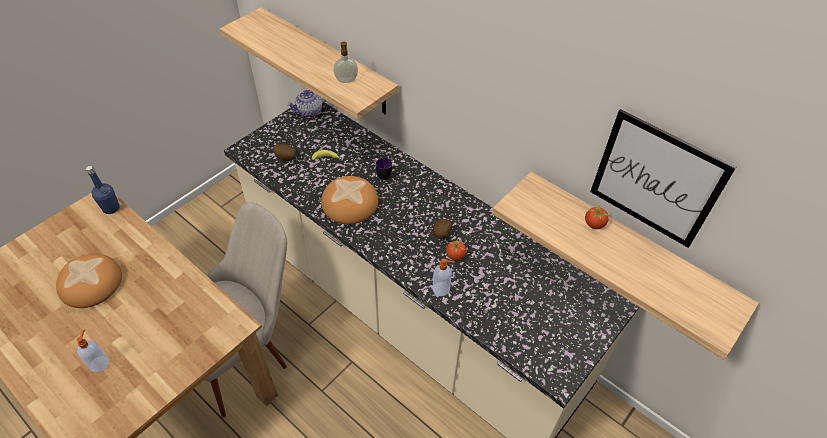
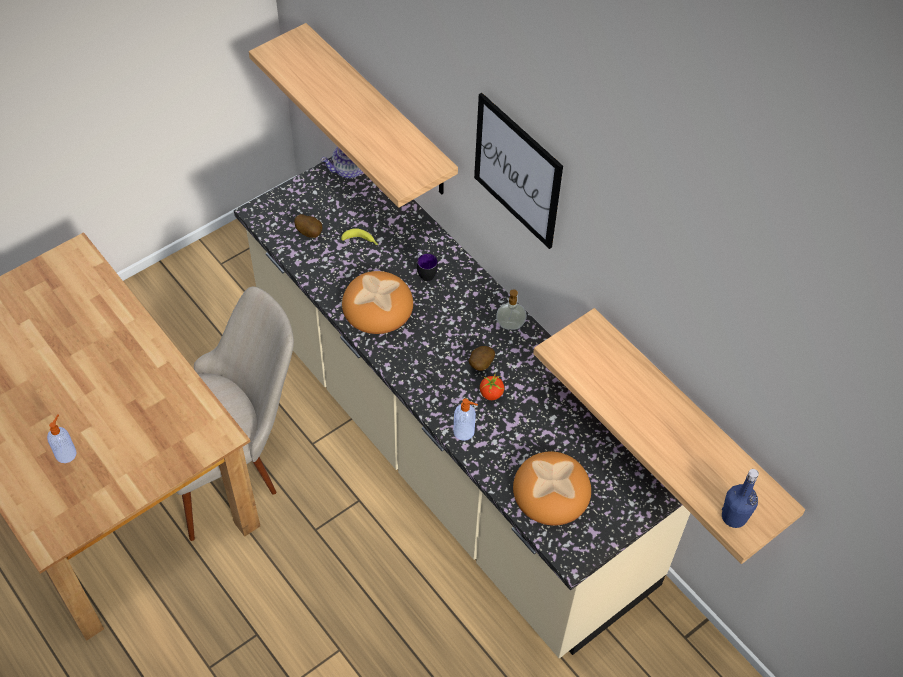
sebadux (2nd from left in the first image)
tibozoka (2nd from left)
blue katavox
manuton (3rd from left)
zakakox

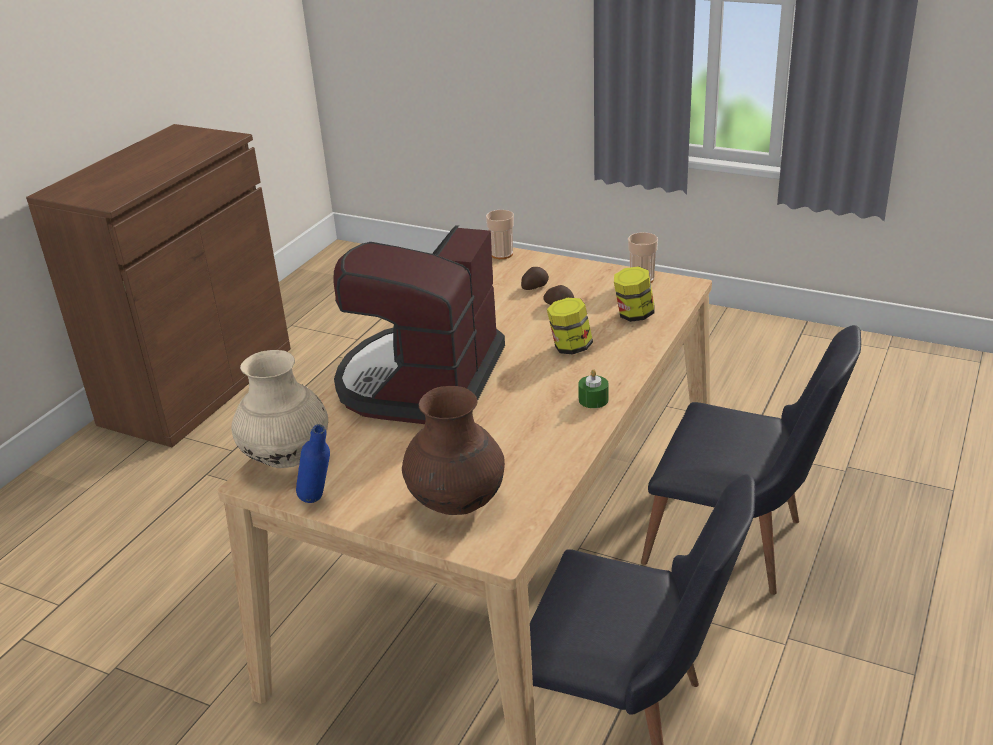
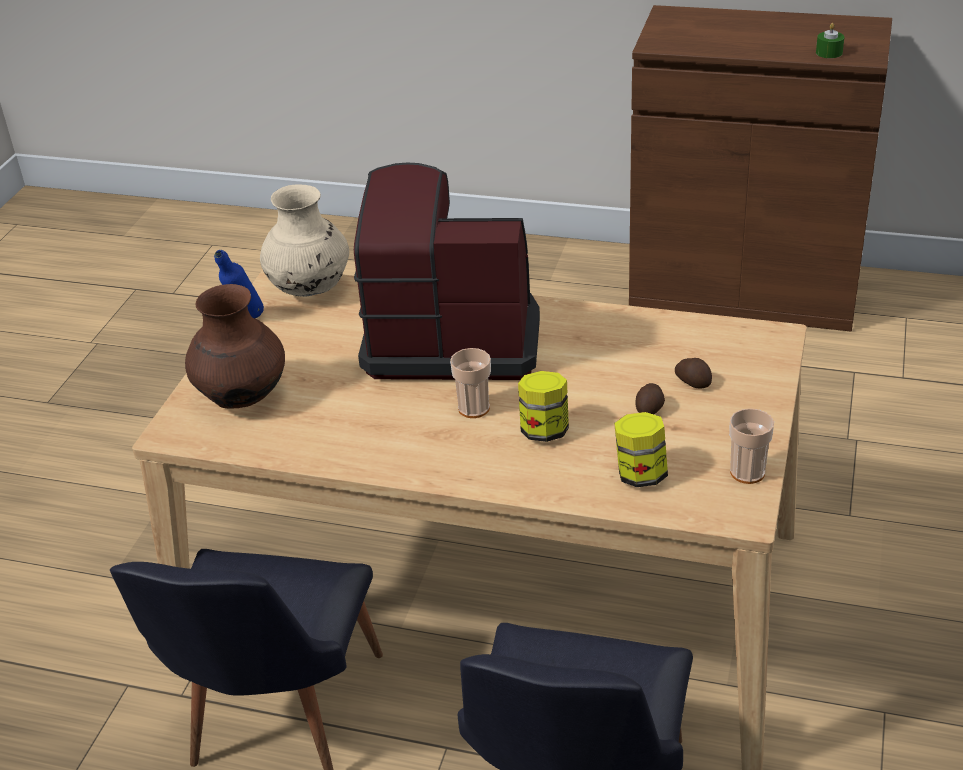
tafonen (1st from left)
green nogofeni

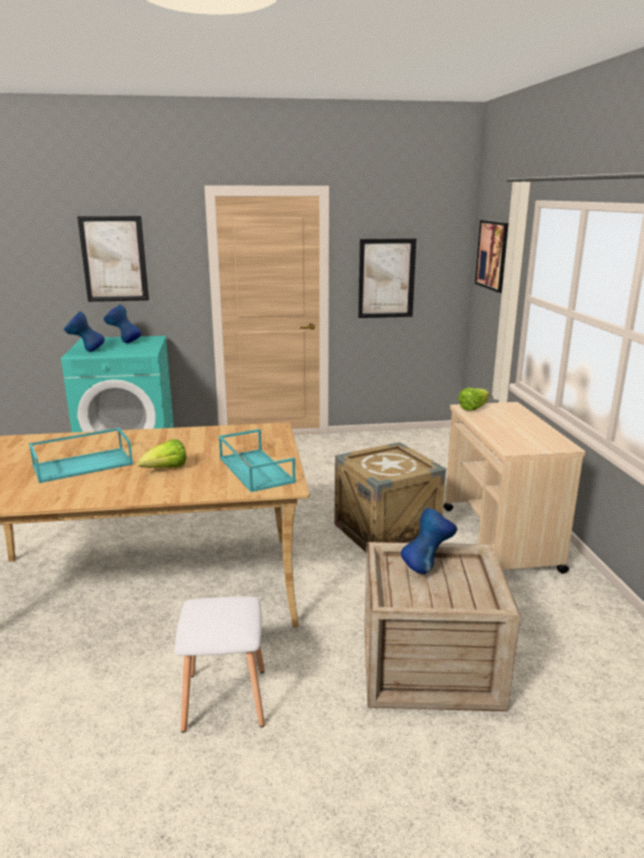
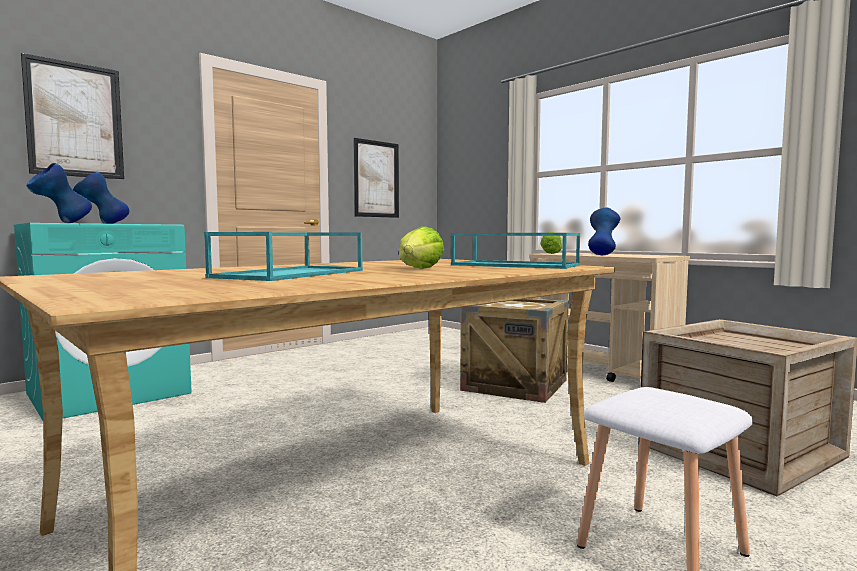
zakakox (3rd from left in the first image)
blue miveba (3rd from left)

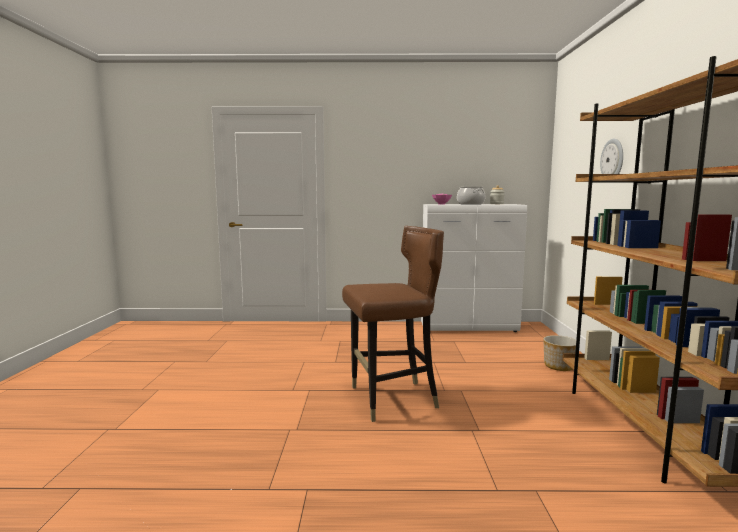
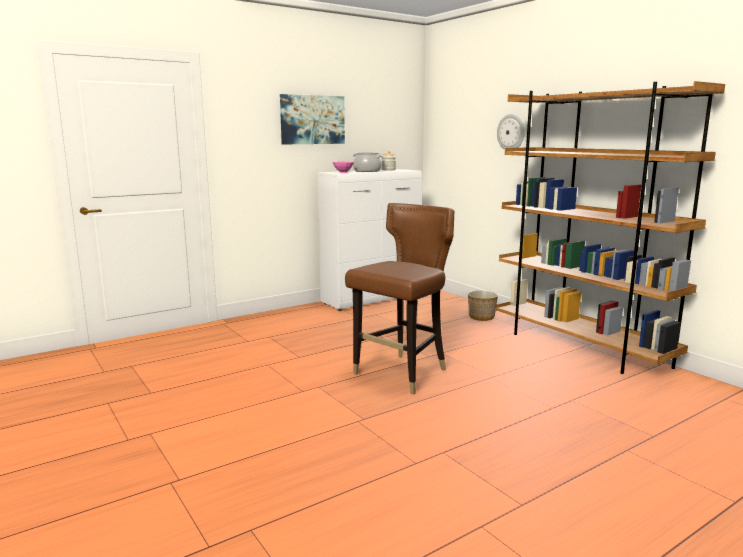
zakakox

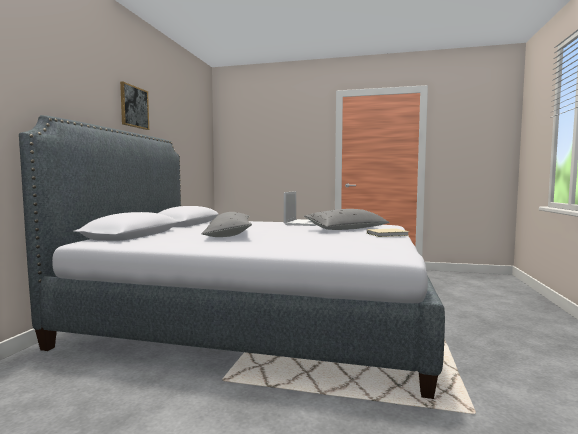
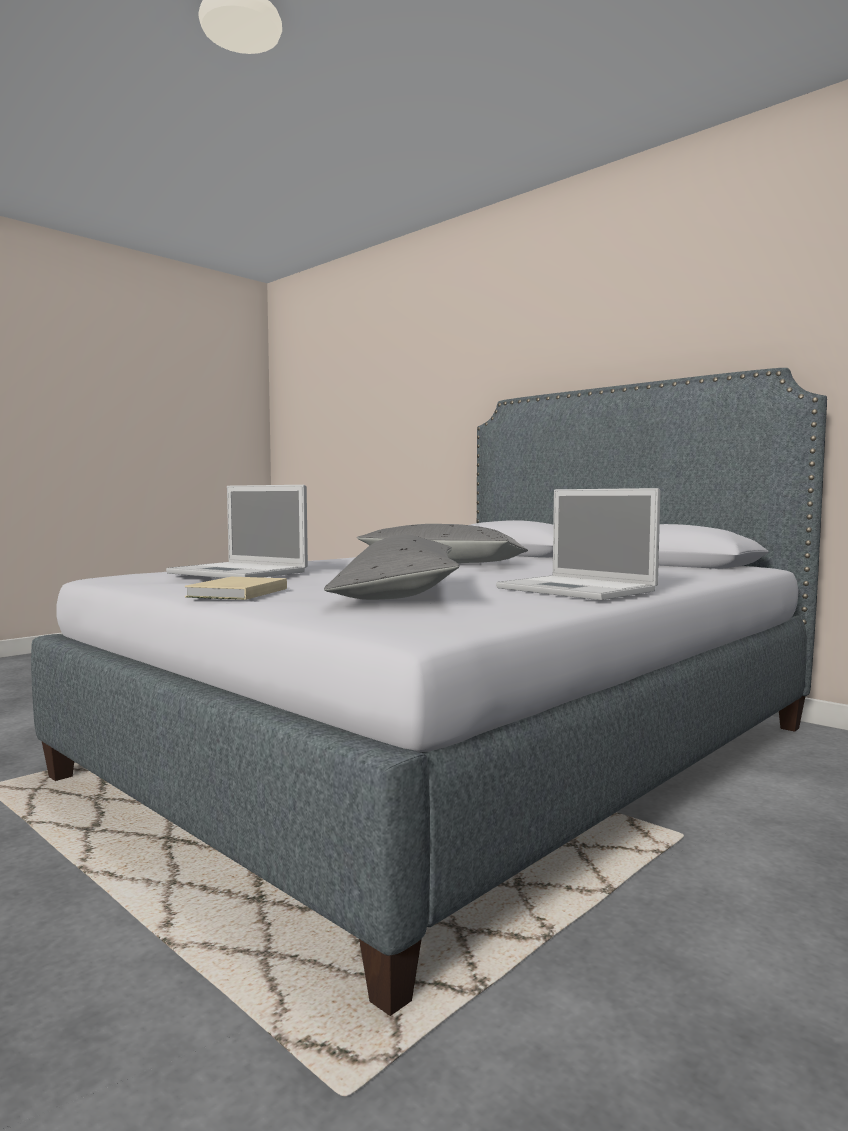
zakakox
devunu (1st from left)

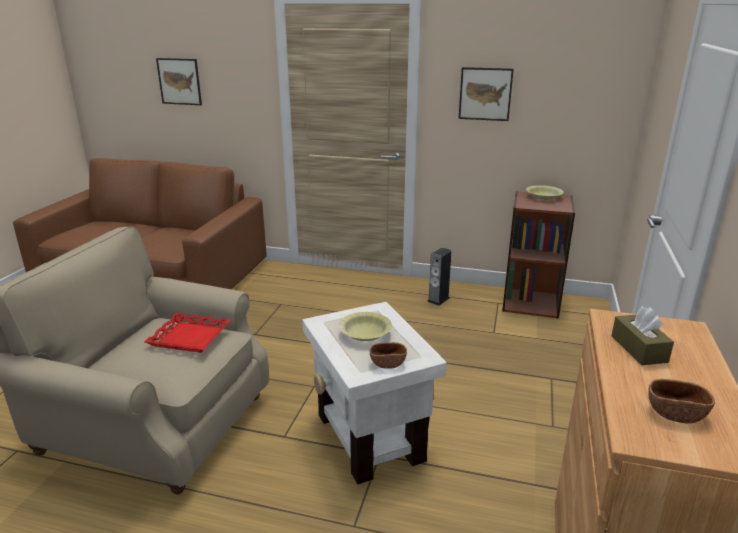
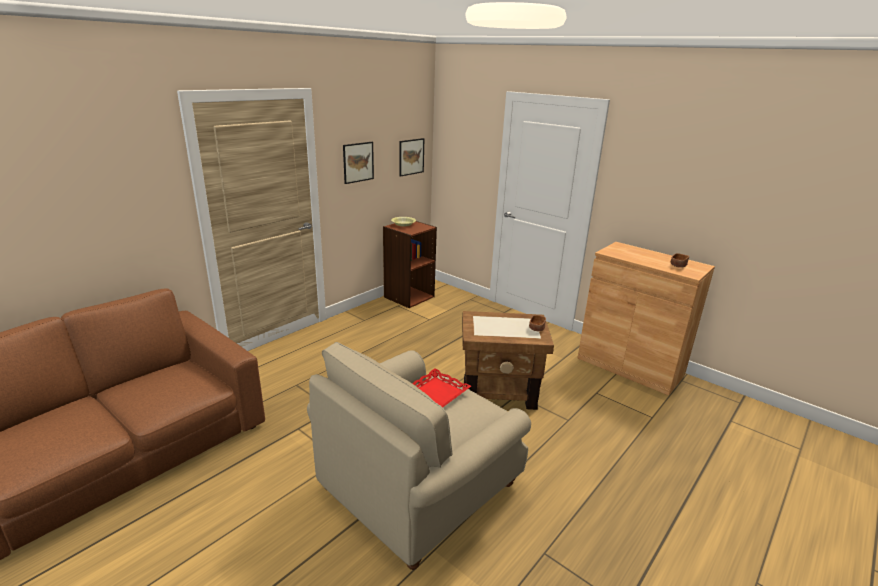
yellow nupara (1st from left in the first image)
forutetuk
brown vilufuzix
zakakox (2nd from left)
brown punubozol

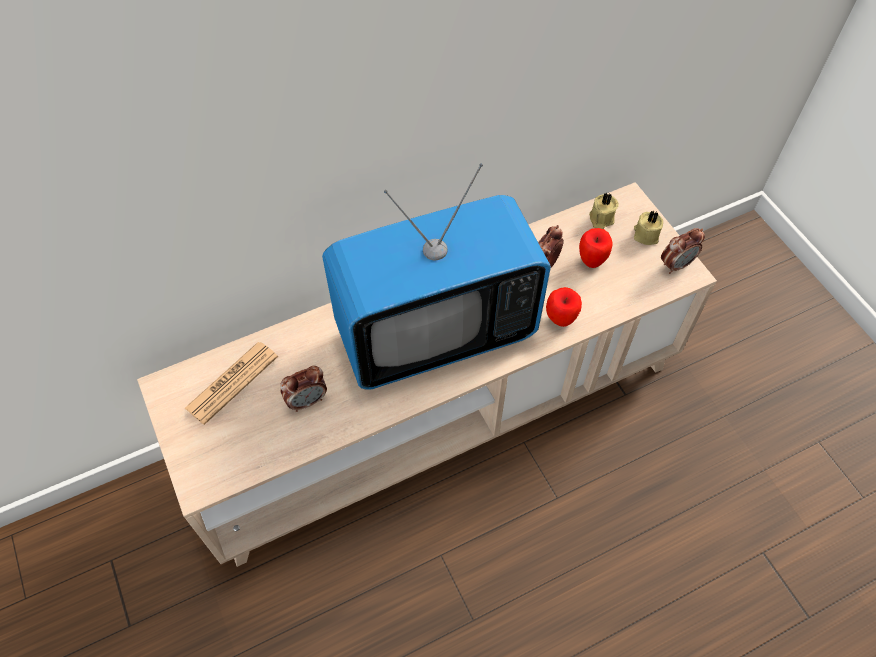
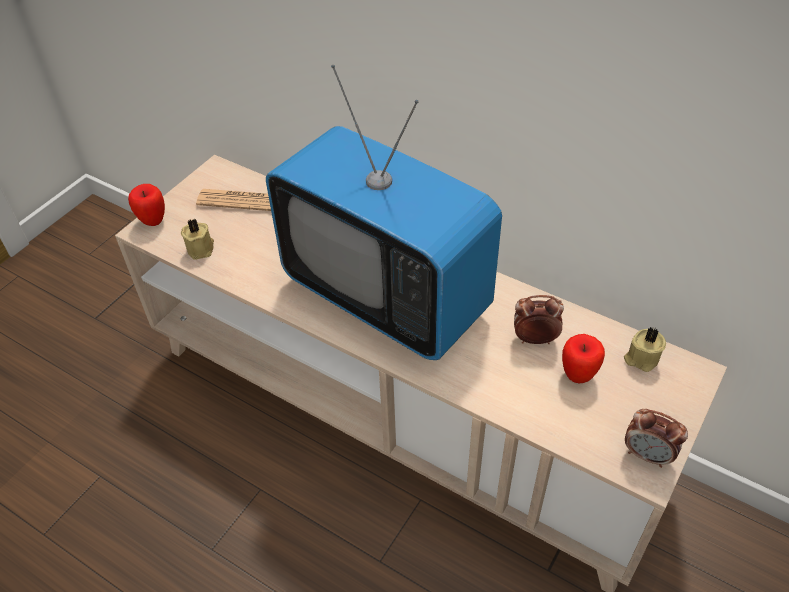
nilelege (1st from left in the first image)
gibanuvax (1st from left)
beige nogofeni (1st from left)

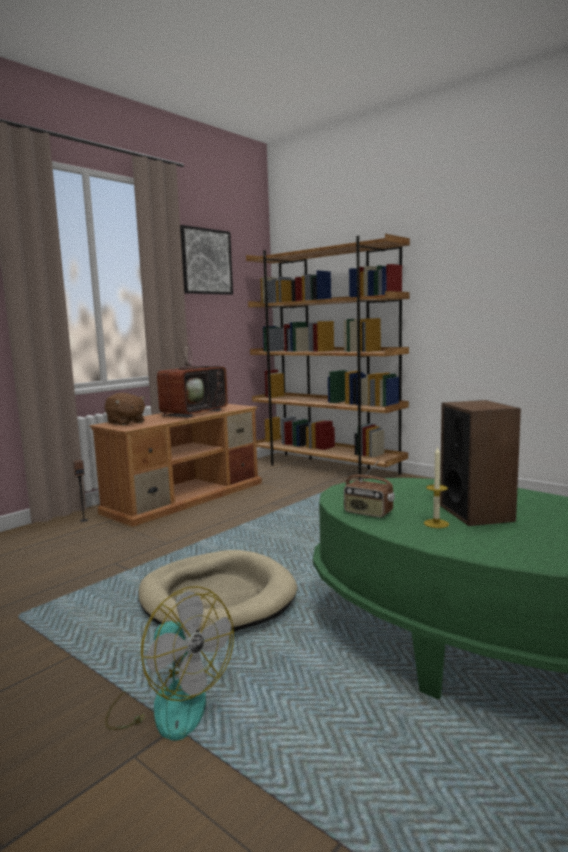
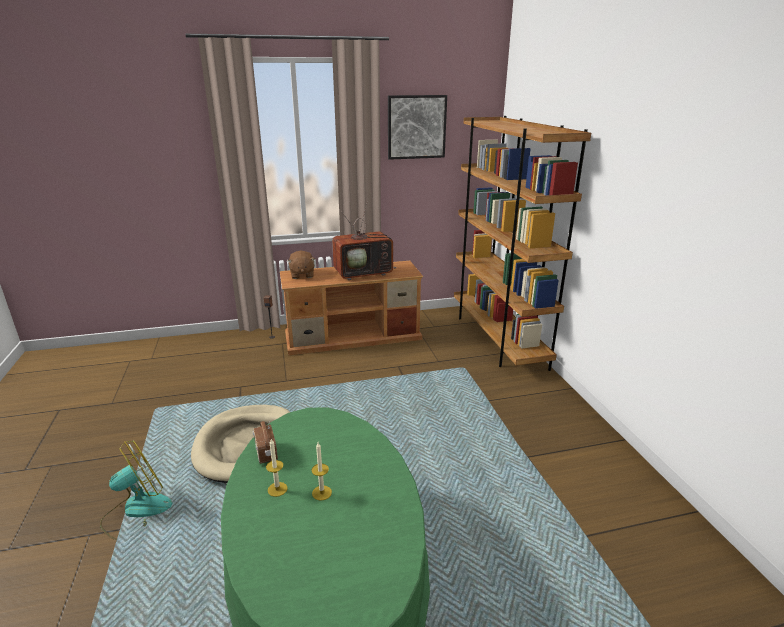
nogofeni (2nd from left)
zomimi

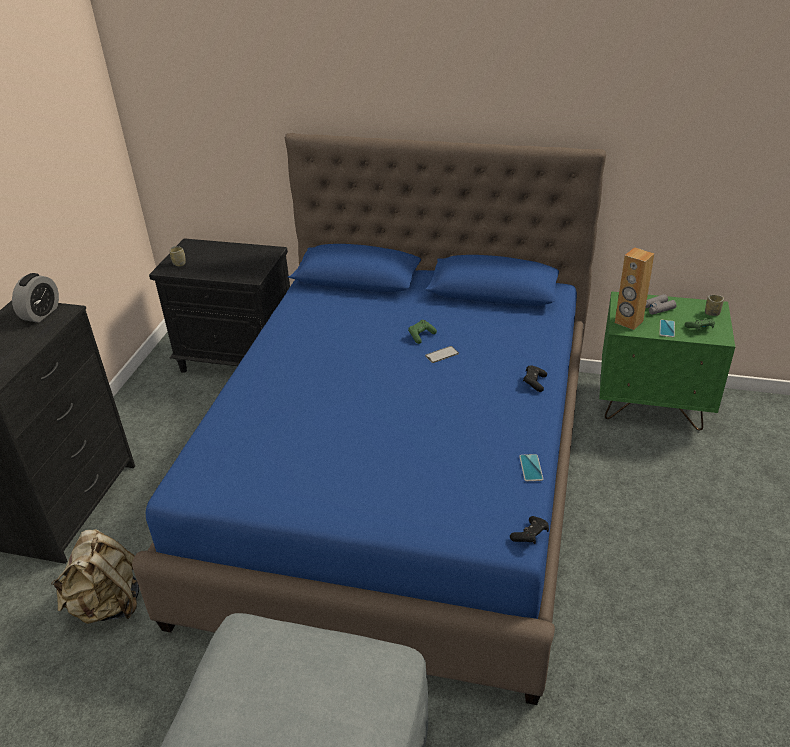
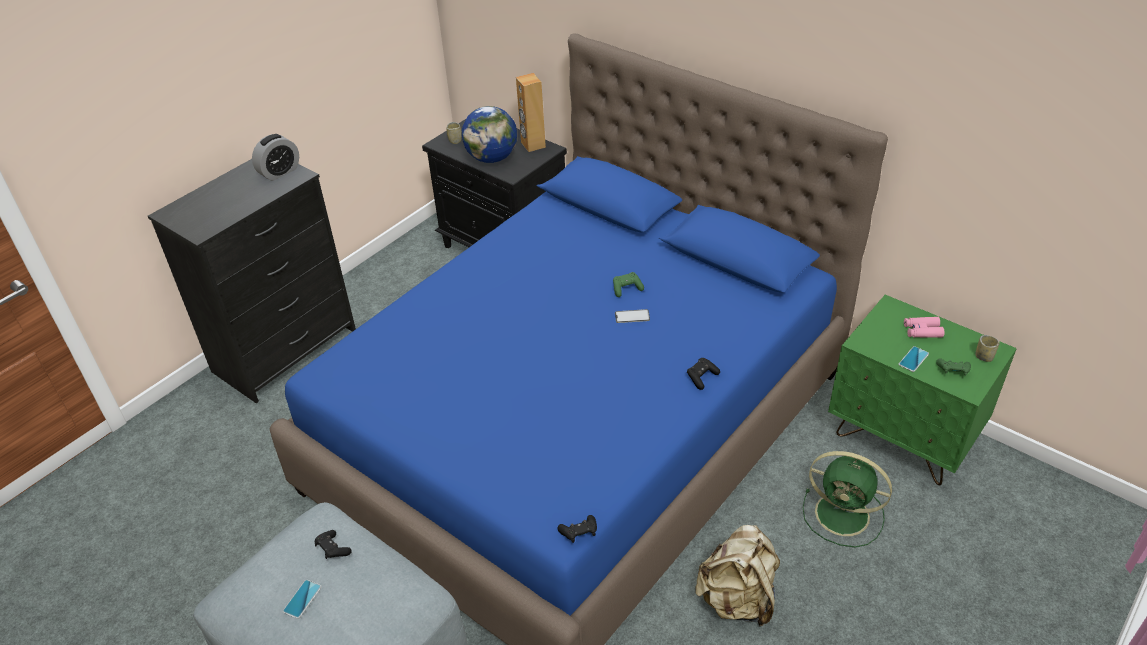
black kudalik (1st from left)
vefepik
green zomimi
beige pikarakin
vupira (1st from left)
brown forutetuk
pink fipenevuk

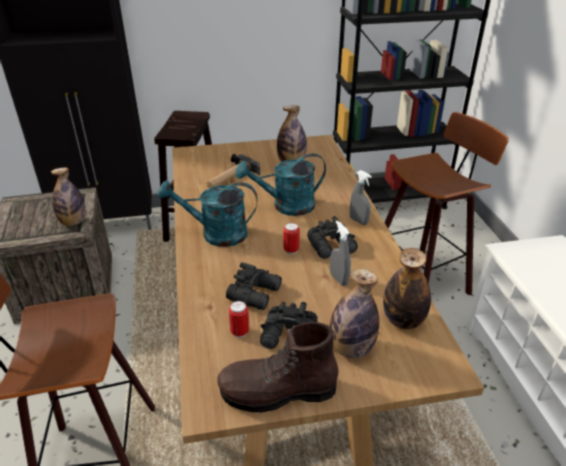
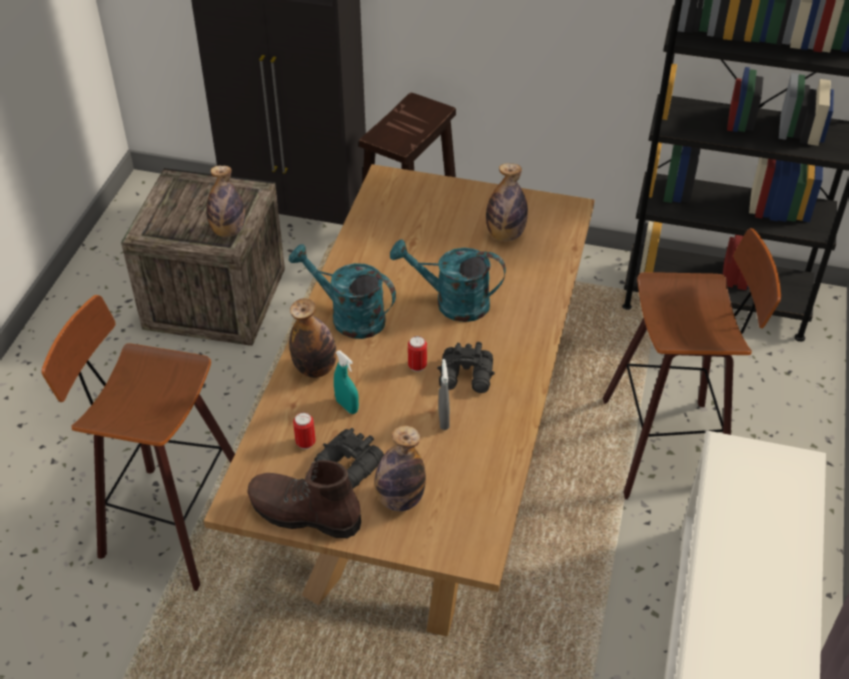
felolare
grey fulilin (2nd from left in the first image)
katavox (2nd from left)
turquoise fulilin

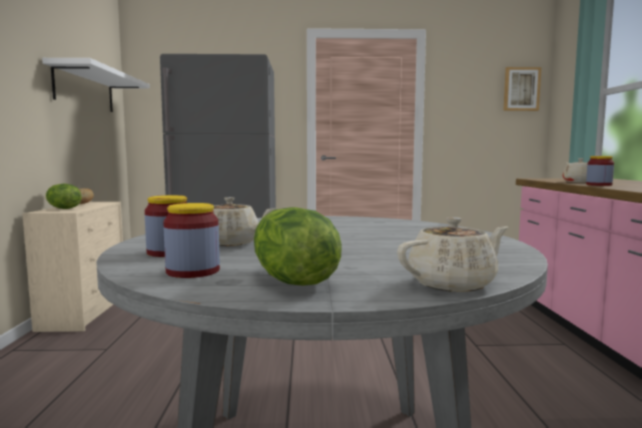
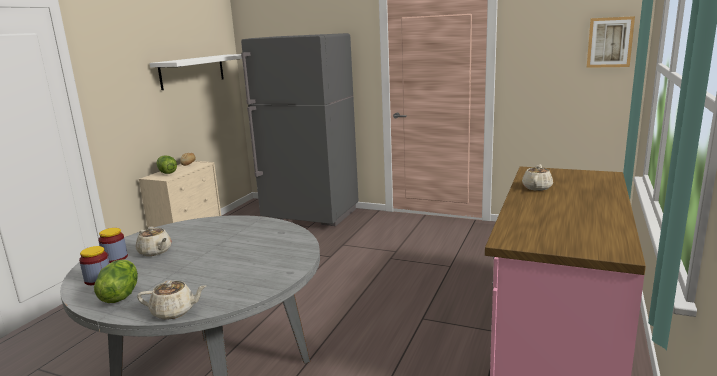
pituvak (3rd from left in the first image)

